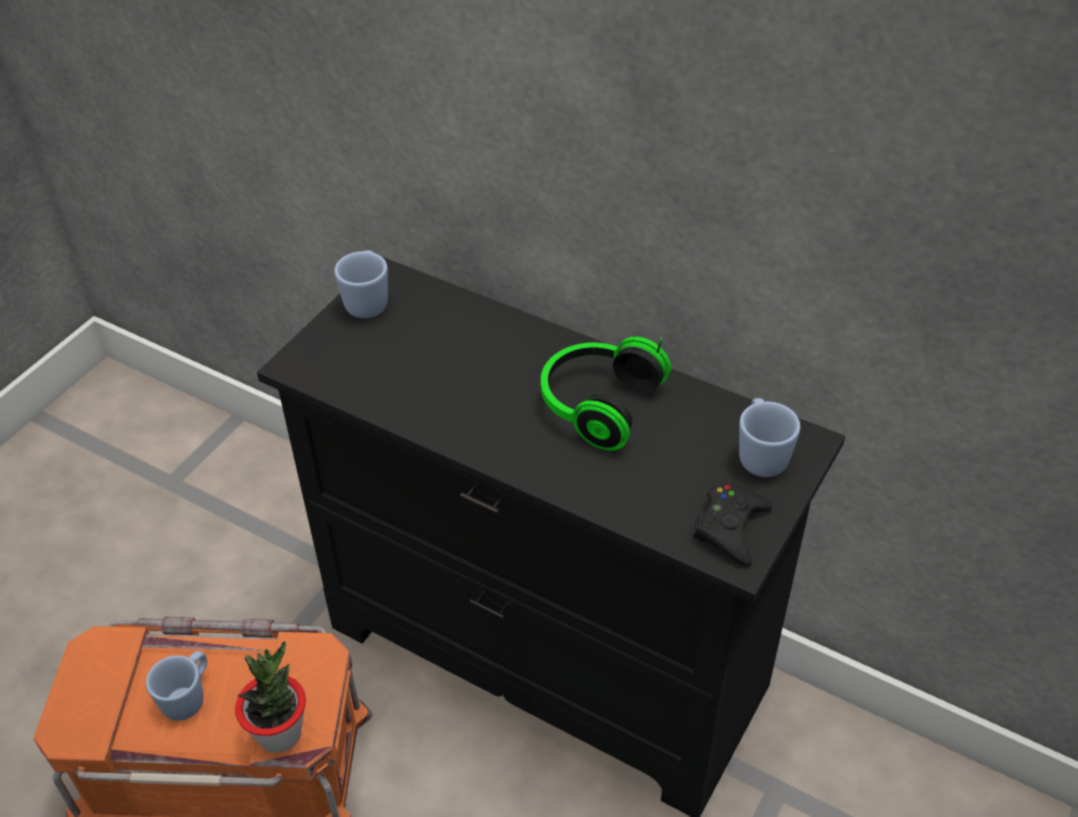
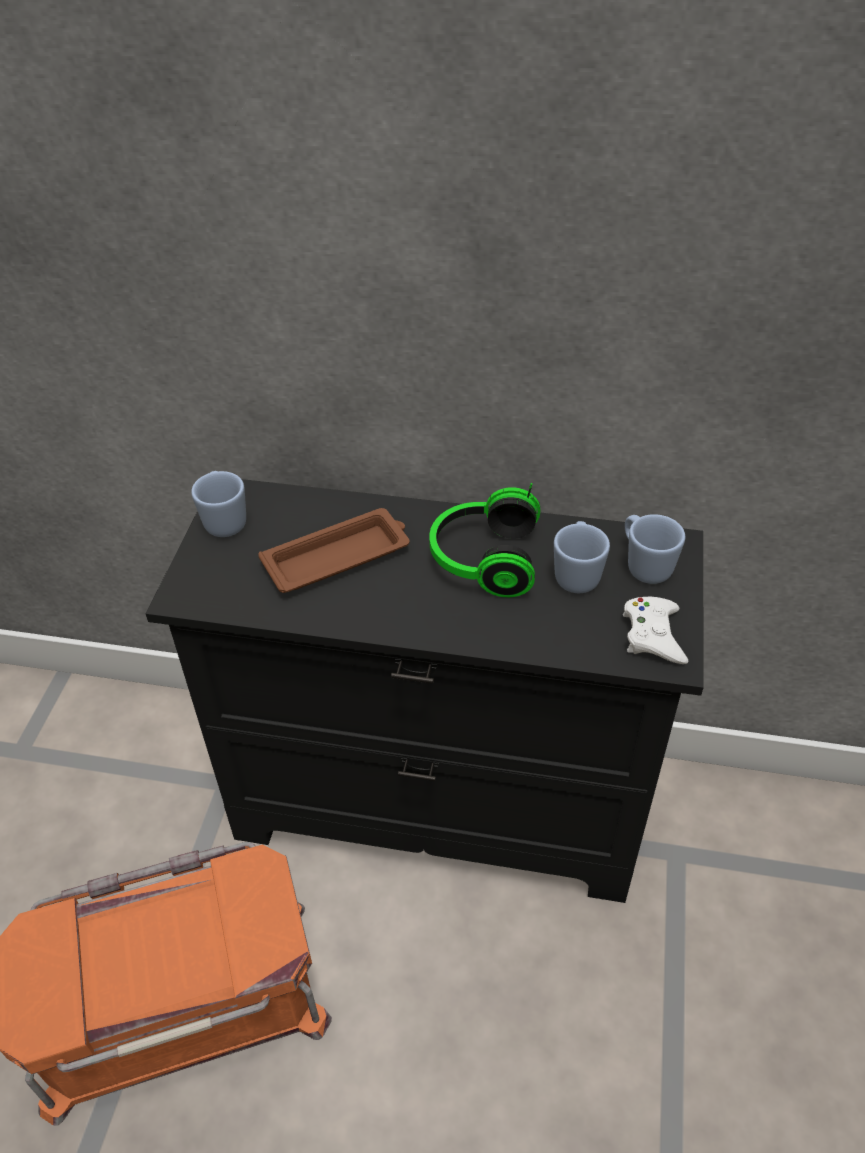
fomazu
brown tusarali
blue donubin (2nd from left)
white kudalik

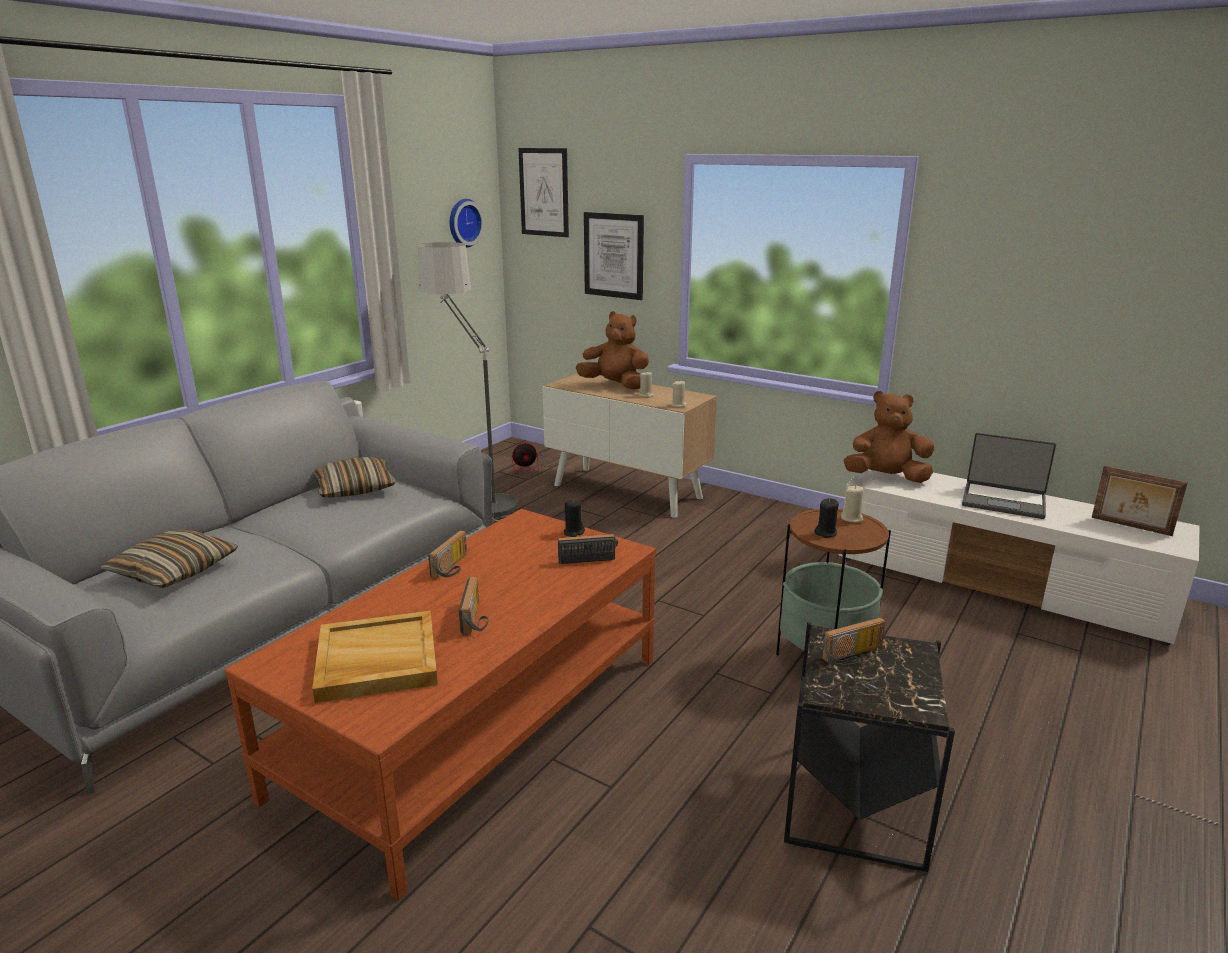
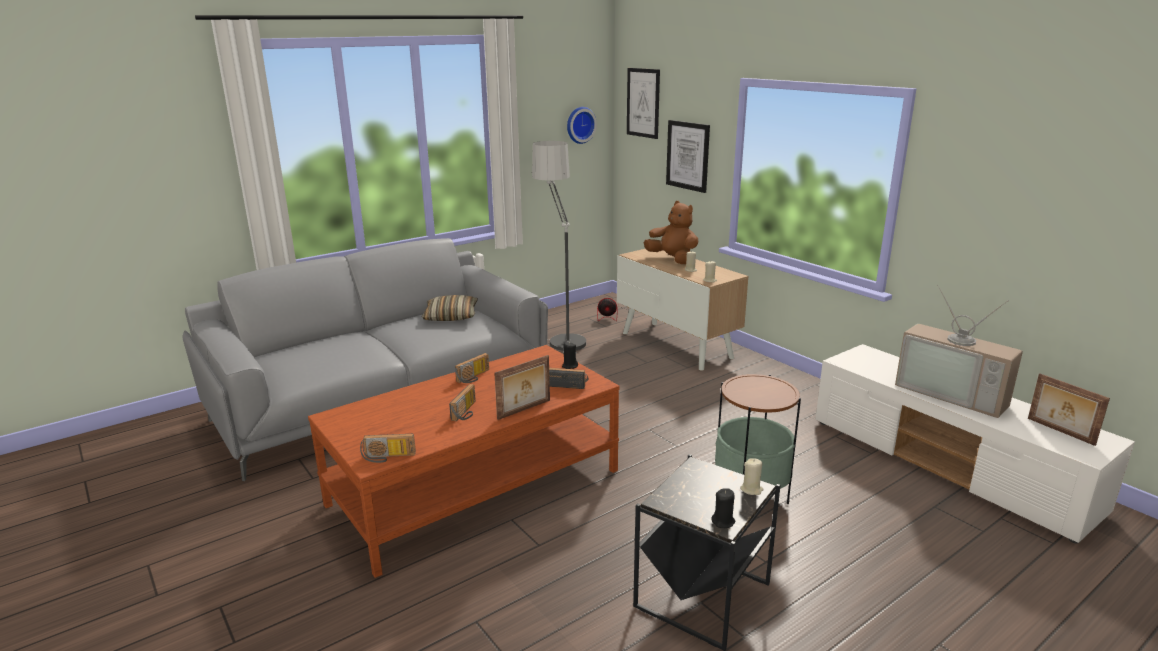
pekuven (1st from left in the first image)
beige tusarali
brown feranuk (2nd from left in the first image)
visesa (1st from left)
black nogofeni (2nd from left)
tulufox (1st from left)
beige nogofeni (3rd from left)
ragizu

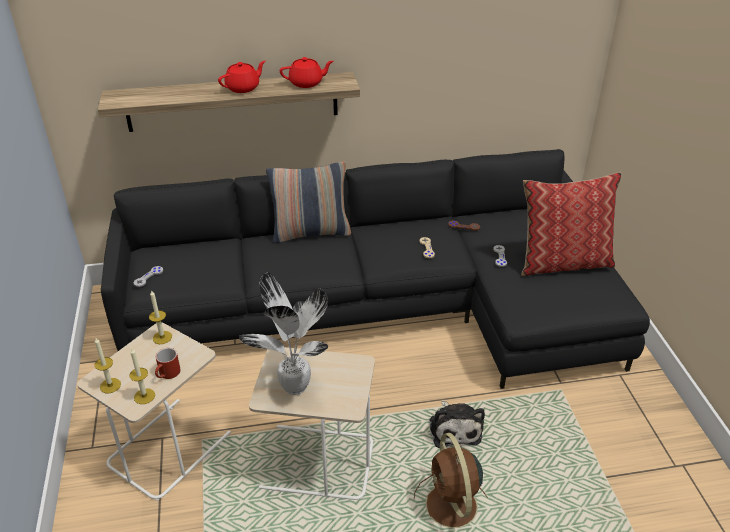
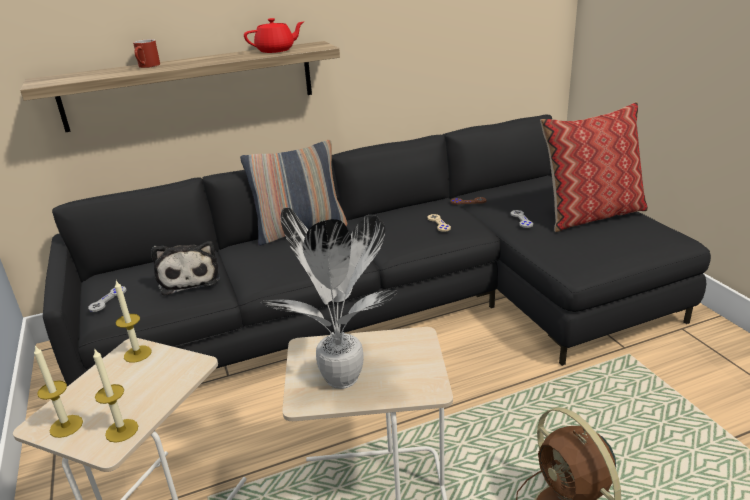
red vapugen (1st from left in the first image)
red donubin
feranuk

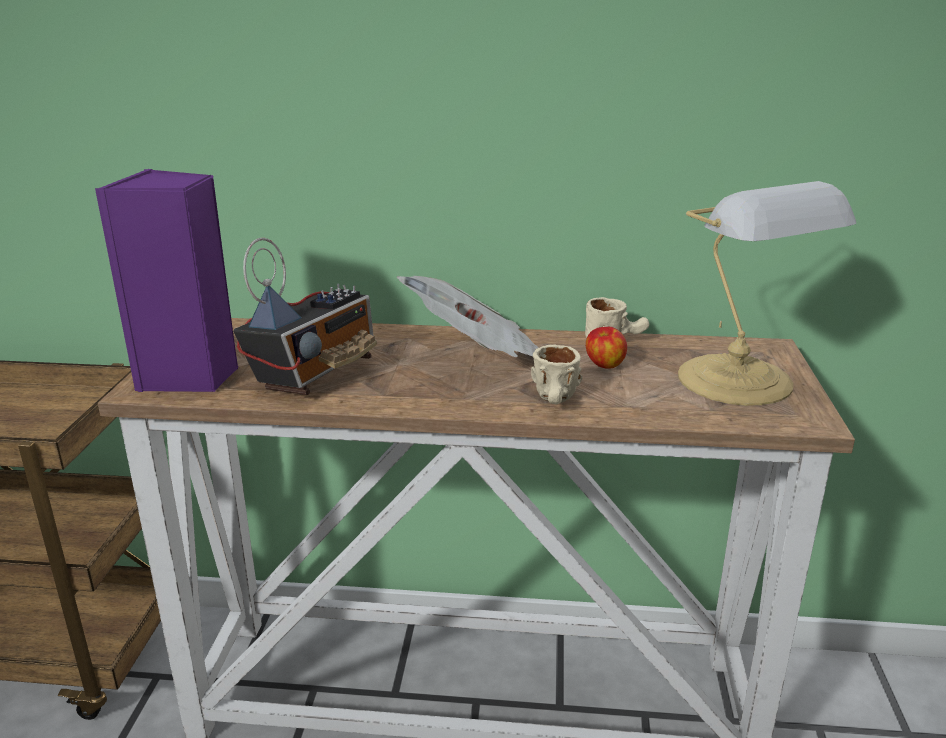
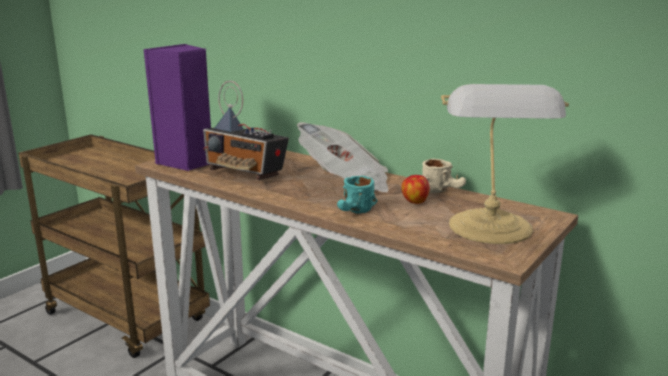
turquoise donubin
tulufox

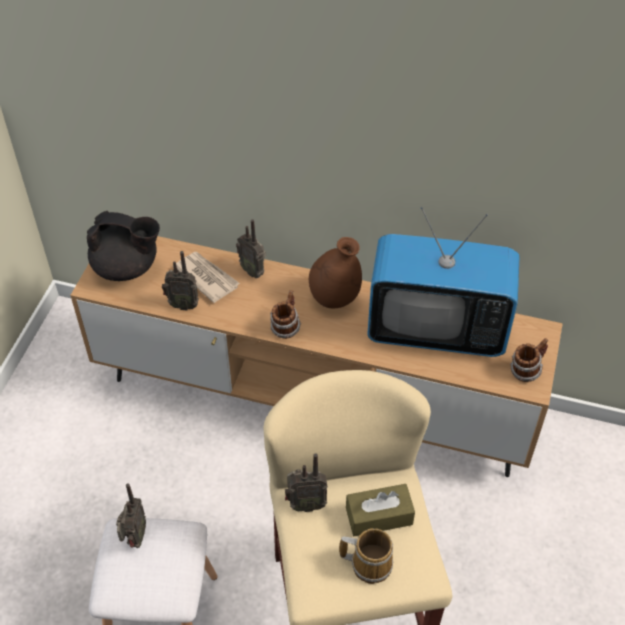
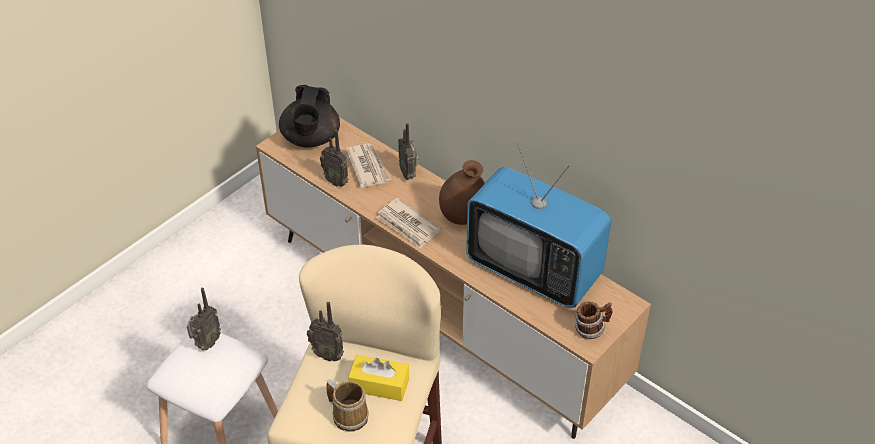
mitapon (2nd from left)
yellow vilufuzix
black vapugen

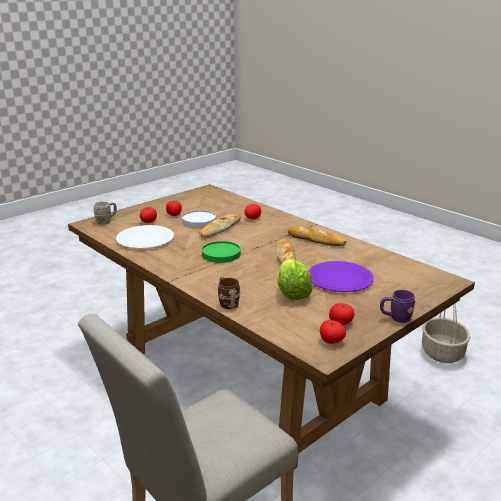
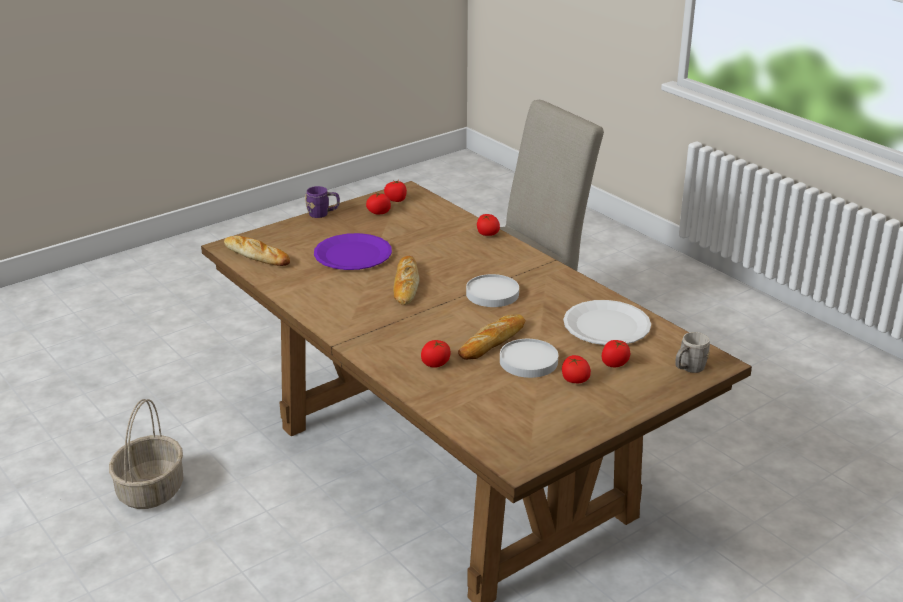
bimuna
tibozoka (1st from left)
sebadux (4th from left)
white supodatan (1st from left)

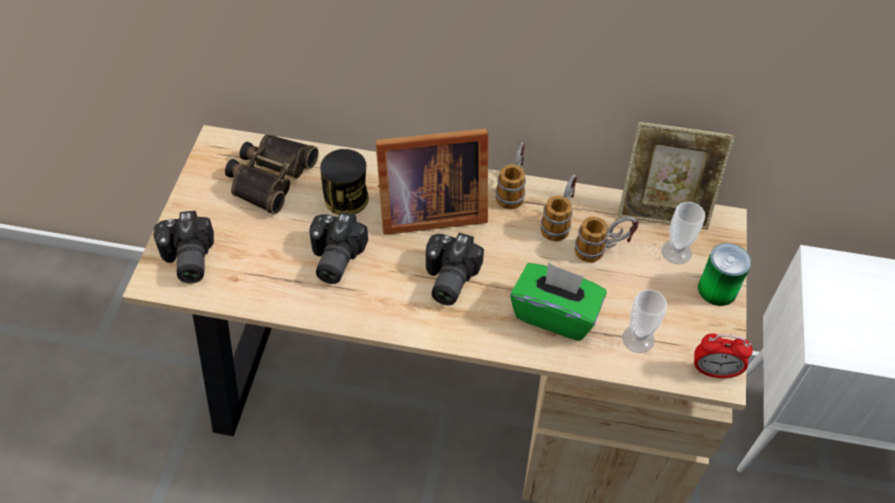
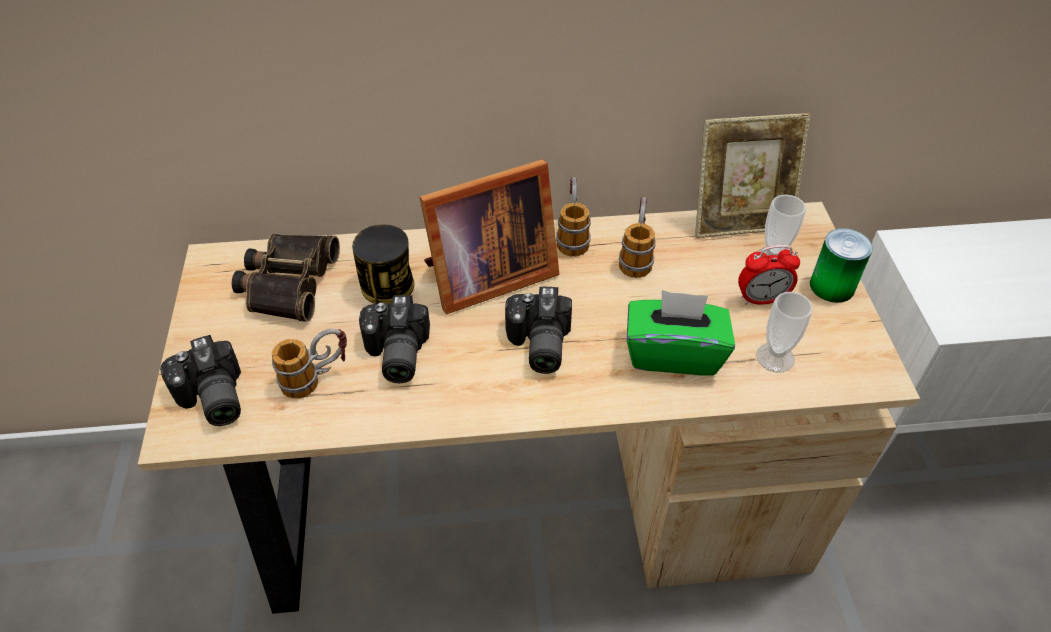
donubin (1st from left)
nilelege

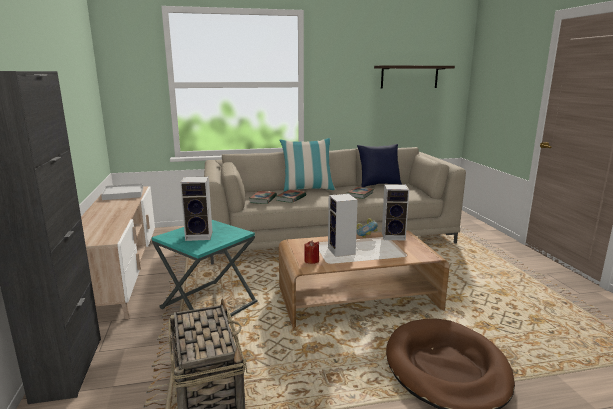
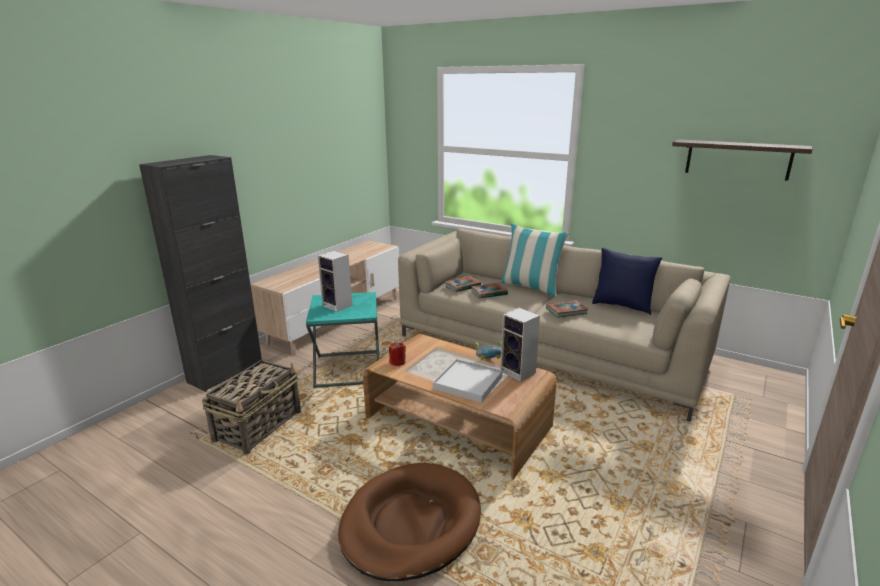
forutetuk (2nd from left in the first image)
white tusarali

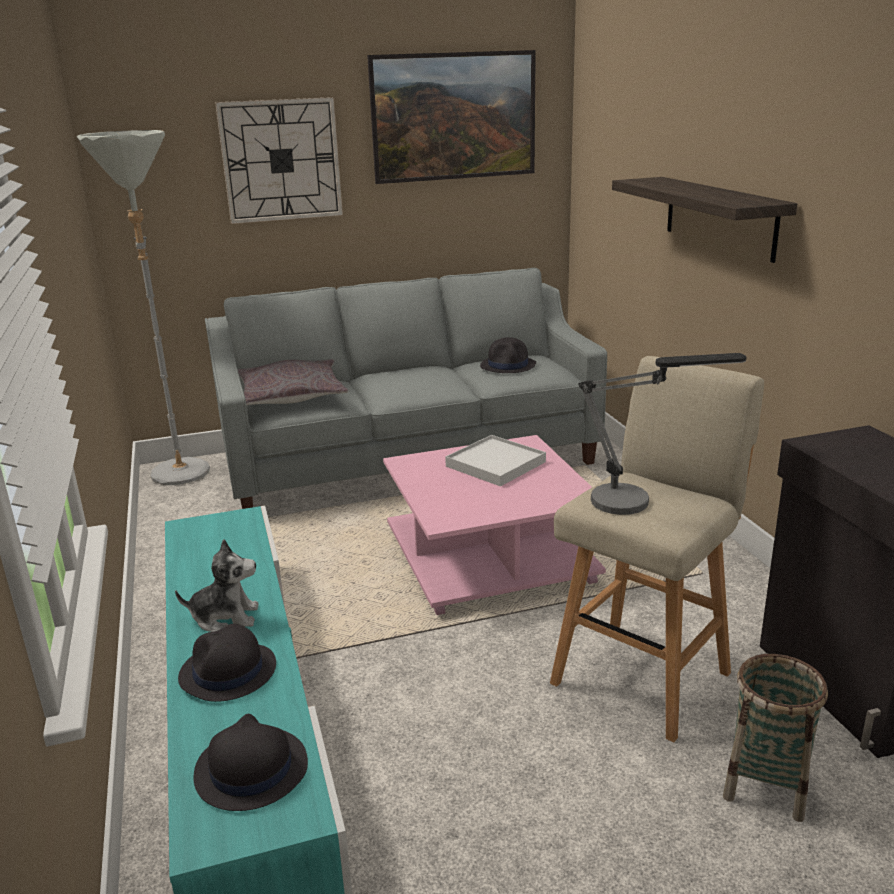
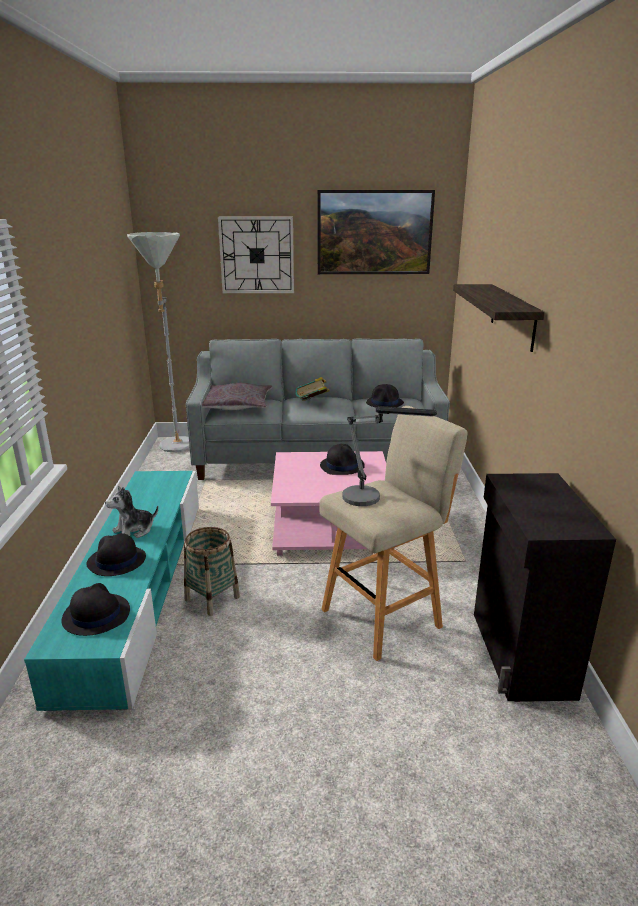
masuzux
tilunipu
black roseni (3rd from left)
feranuk

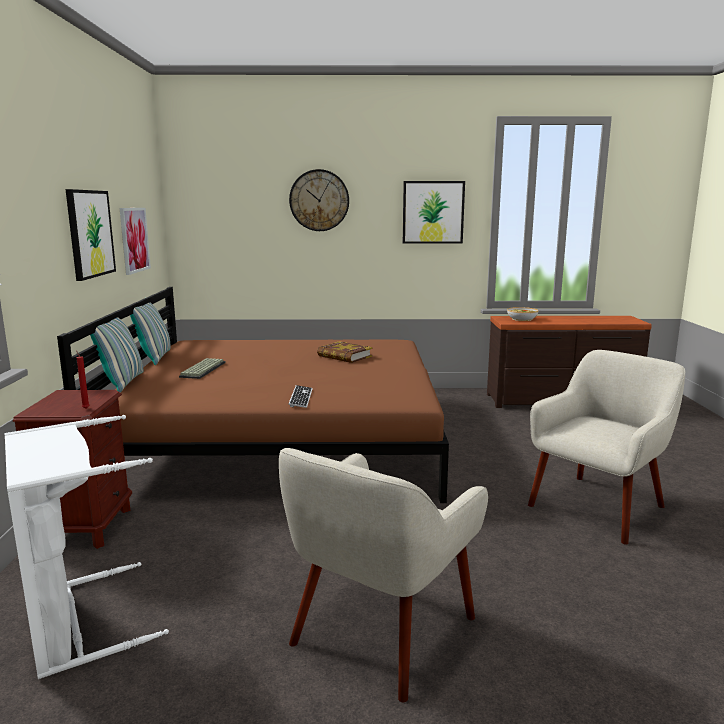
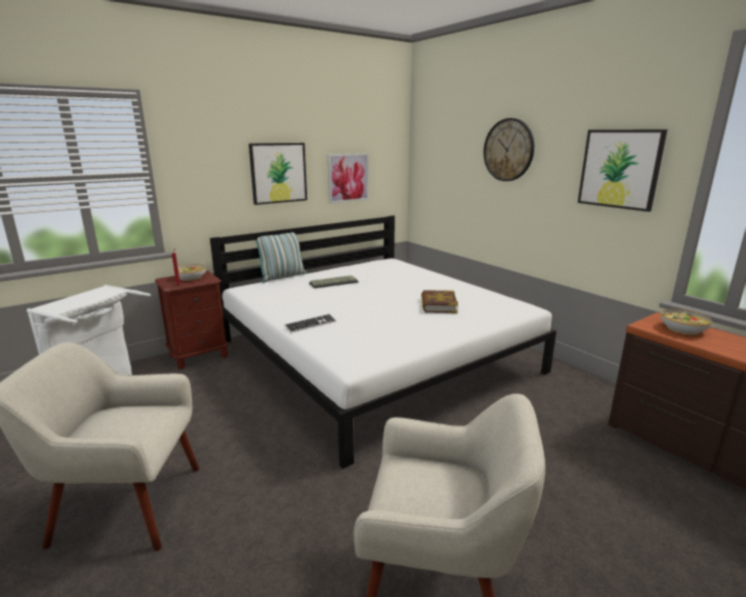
pekuven (2nd from left in the first image)
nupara (1st from left)
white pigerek

